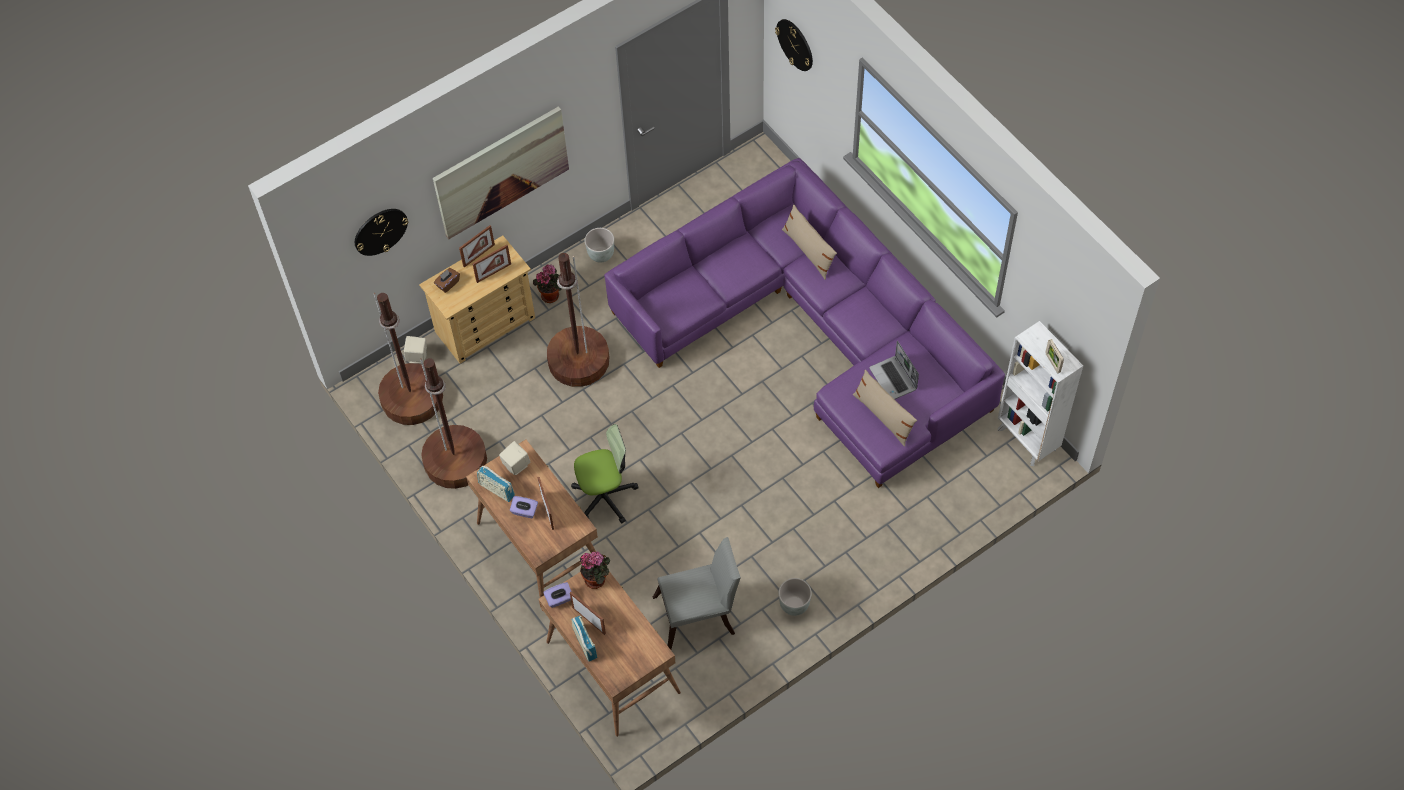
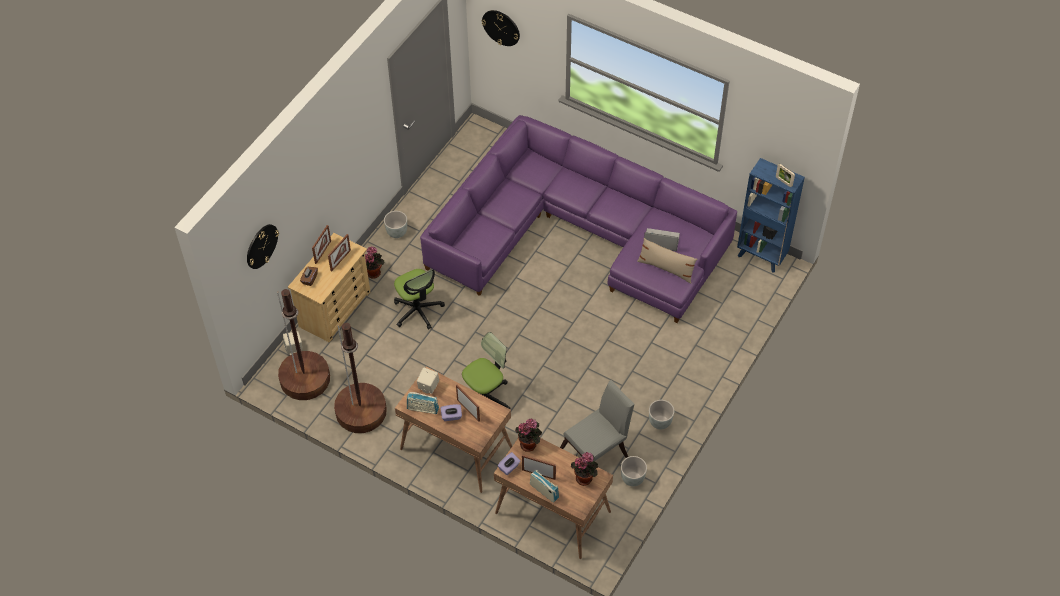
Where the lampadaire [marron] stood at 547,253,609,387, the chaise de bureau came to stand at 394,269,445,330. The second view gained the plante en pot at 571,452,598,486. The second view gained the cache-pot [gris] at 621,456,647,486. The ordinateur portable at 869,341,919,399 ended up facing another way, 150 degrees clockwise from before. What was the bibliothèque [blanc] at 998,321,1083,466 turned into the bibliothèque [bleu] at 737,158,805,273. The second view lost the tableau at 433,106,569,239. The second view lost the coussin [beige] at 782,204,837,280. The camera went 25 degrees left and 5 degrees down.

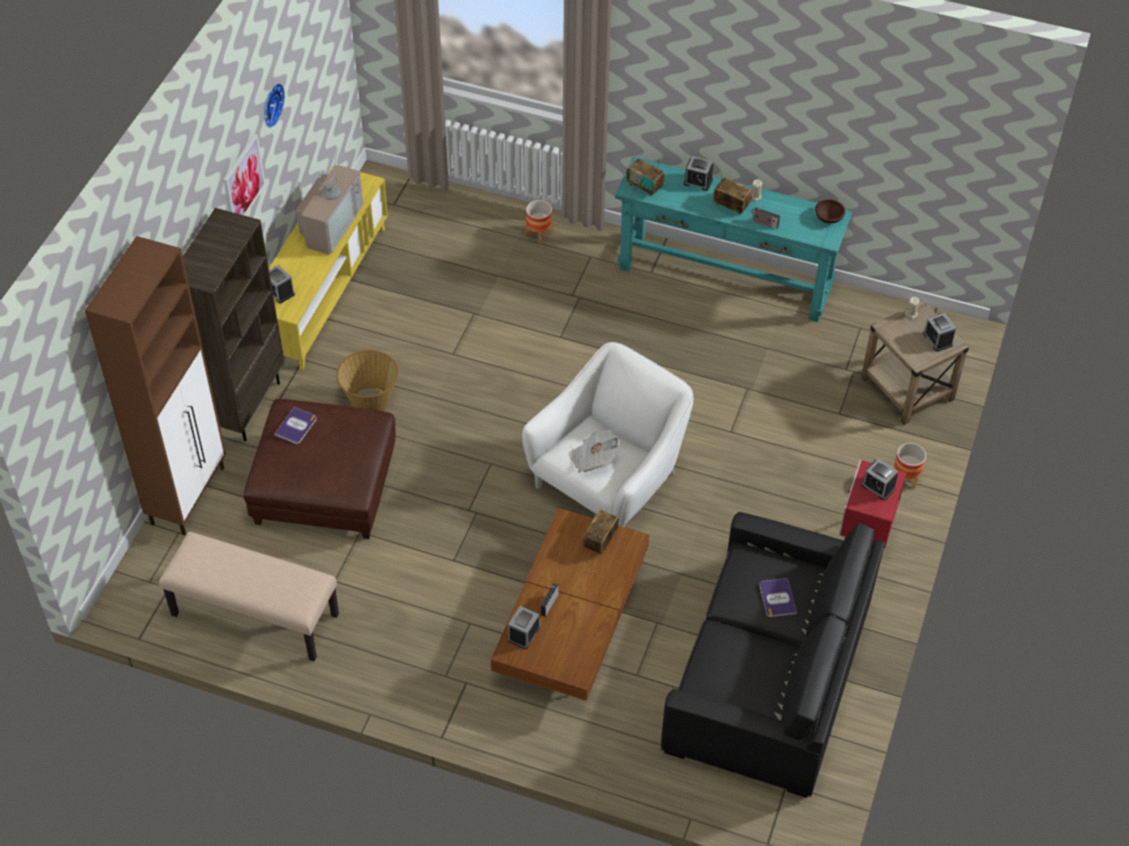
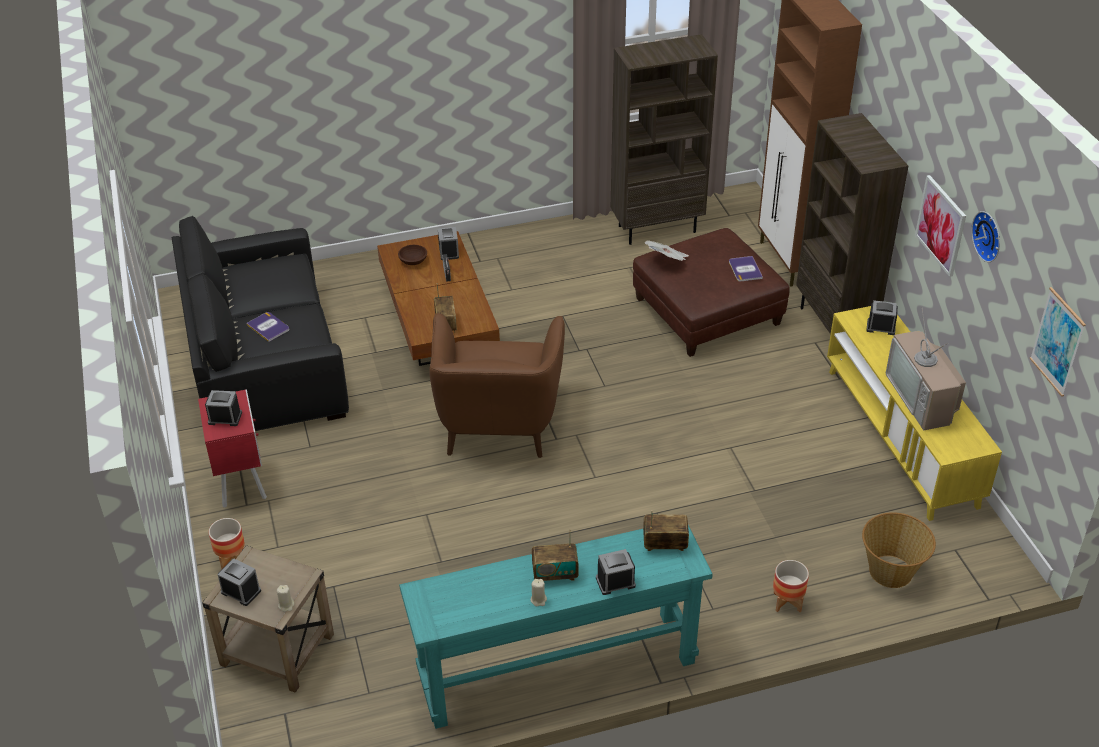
The bol [marron] ended up elsewhere, having gone from 815,200,846,224 to 398,245,427,265. What was the fauteuil [blanc] at 522,342,693,527 turned into the fauteuil [marron] at 429,313,565,458. Where the banc [beige] stood at 159,532,339,661, the bibliothèque [marron] came to stand at 611,34,718,245. The journal ended up elsewhere, having gone from 568,430,620,473 to 645,240,689,261. The panier ended up elsewhere, having gone from 336,350,399,411 to 862,512,936,588. The second view gained the tableau at 1030,287,1086,397. The second view lost the radio at 752,205,780,229. The camera went 145 degrees right and 10 degrees down.

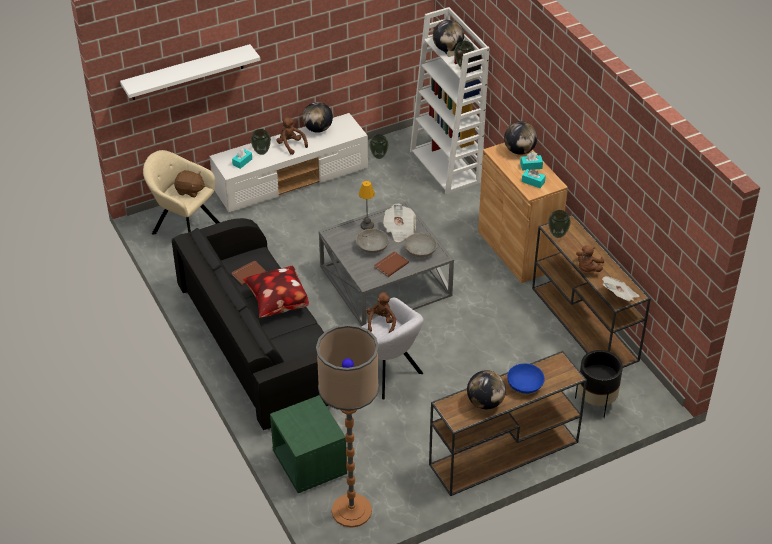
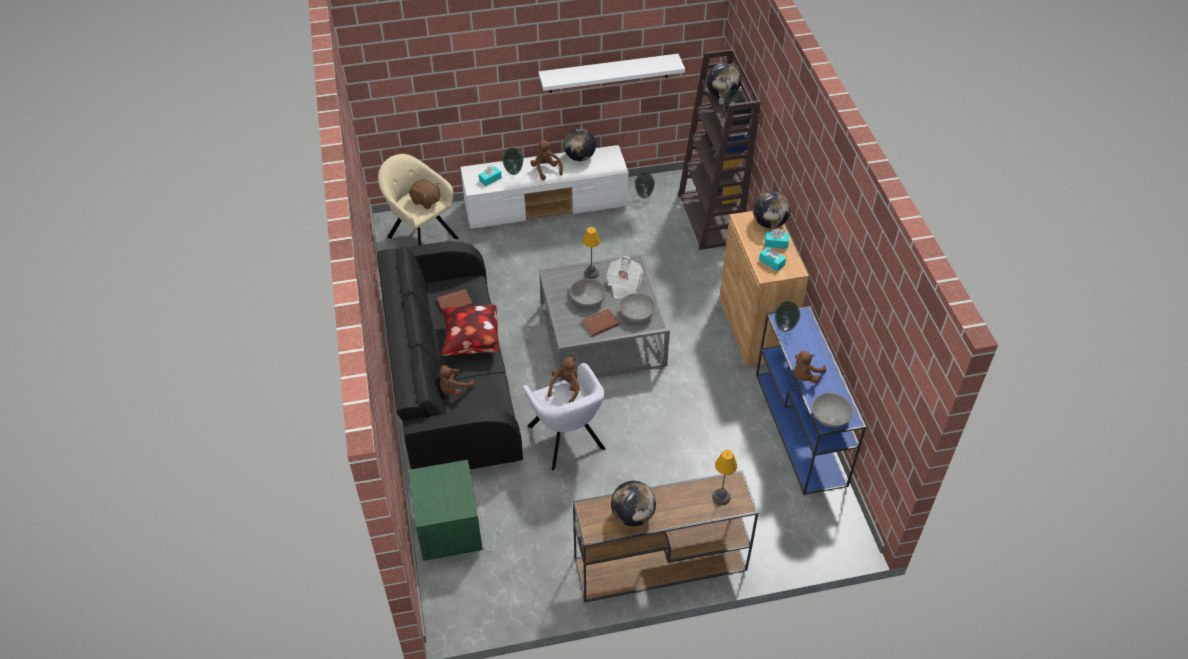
The second view gained the peluche [marron] at 438,365,475,396. The étagère [blanc] ended up elsewhere, having gone from 120,44,260,100 to 539,54,685,93. What was the bibliothèque [blanc] at 410,7,489,194 turned into the bibliothèque [marron] at 678,49,761,250. The second view gained the lampe de table at 712,450,737,505. What was the table console [marron] at 532,214,651,368 turned into the table console [bleu] at 756,306,866,495. Where the journal stood at 602,276,639,301, the bol [gris] came to stand at 812,393,853,427. The second view lost the lampadaire at 316,324,379,528. The second view lost the bol [bleu] at 507,363,545,394. The second view lost the cache-pot [noir] at 575,350,623,418. The camera went 15 degrees right and 5 degrees up.

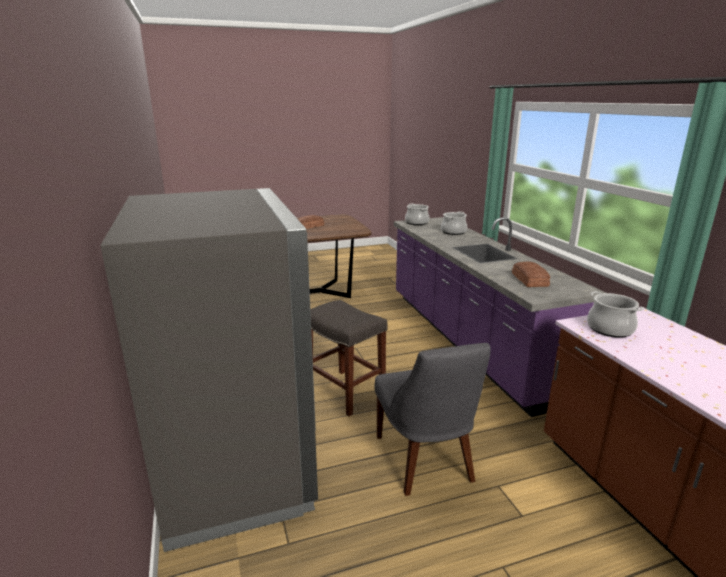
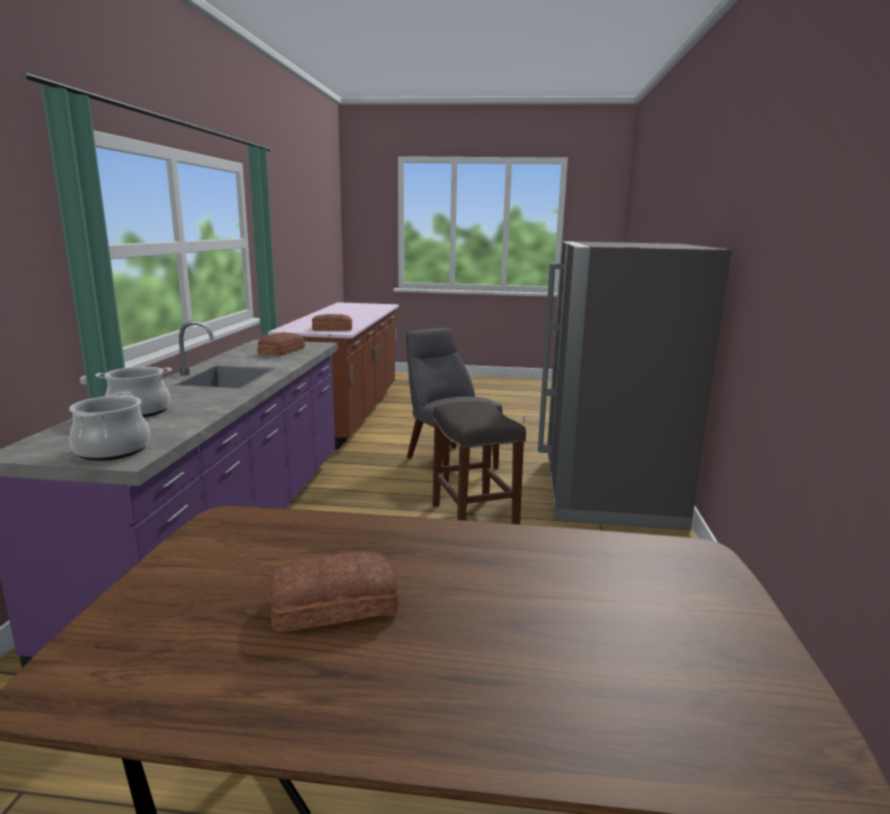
Where the marmite stood at 587,291,644,338, the pain came to stand at 312,314,352,331. The chaise [gris] at 375,343,491,496 ended up facing another way, 45 degrees counterclockwise from before. The camera went 155 degrees left and 5 degrees down.

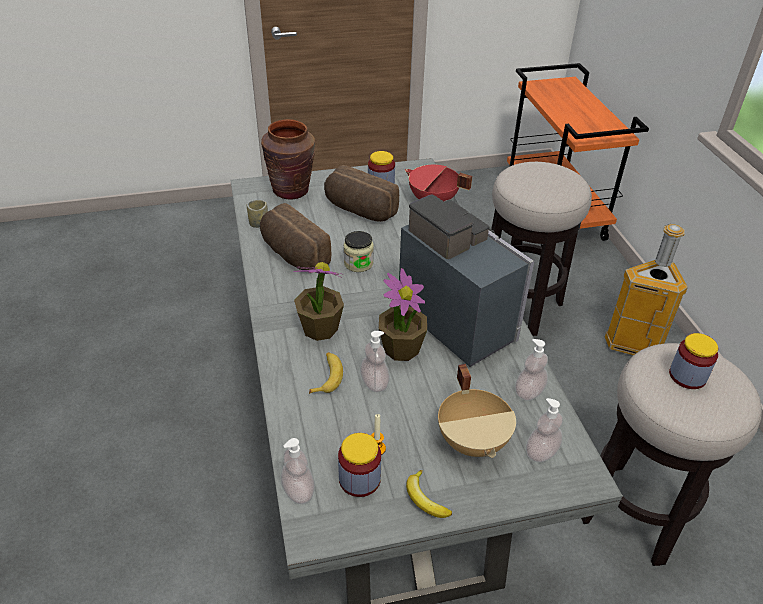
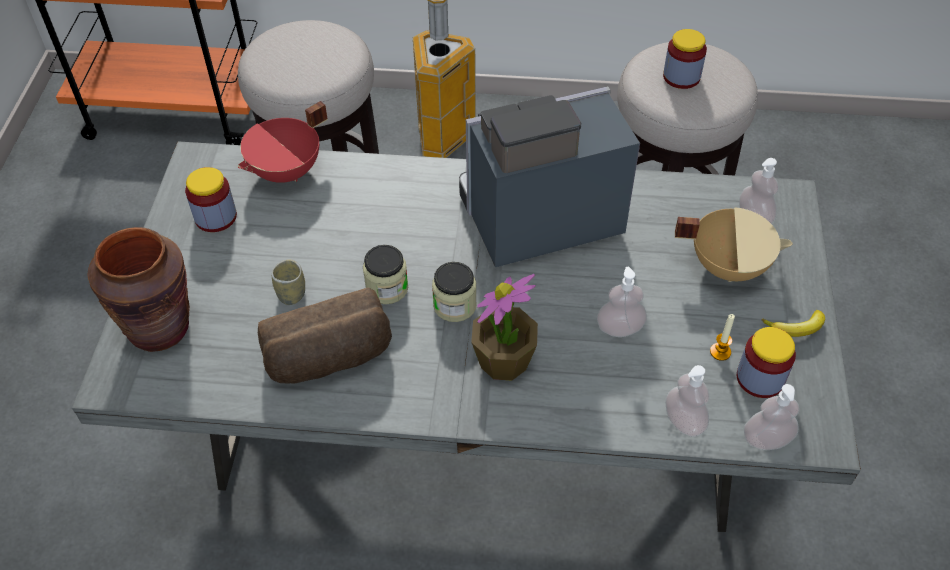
The tasse ended up elsewhere, having gone from 247,200,268,228 to 272,259,305,305. The second view gained the bocal at 432,262,477,322. The distributeur de savon ended up elsewhere, having gone from 515,339,548,401 to 665,365,709,437. The second view lost the banane at 309,352,343,394. The second view lost the pain at 324,165,399,222. The second view lost the plante en pot at 379,268,427,361. The camera went 70 degrees left and 10 degrees up.

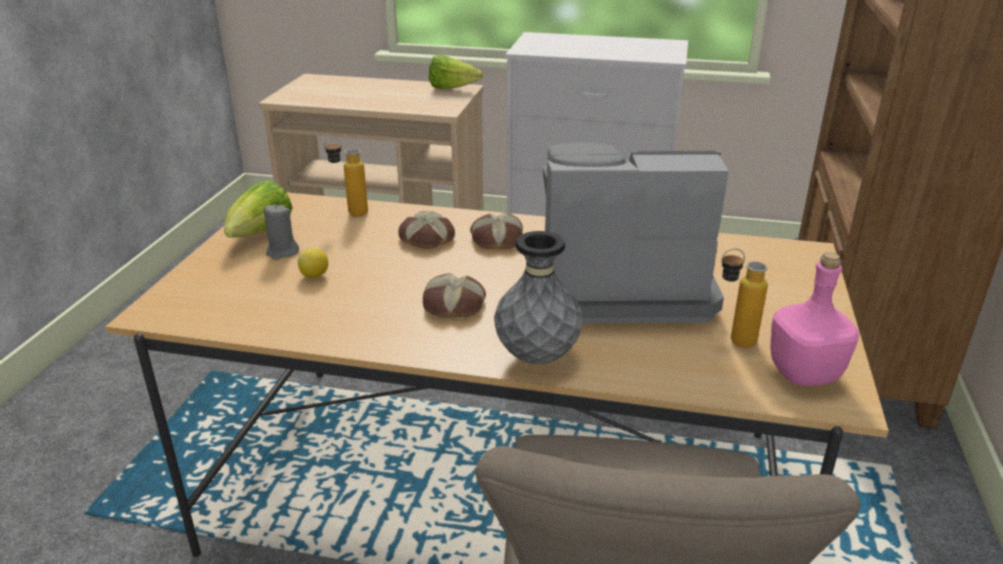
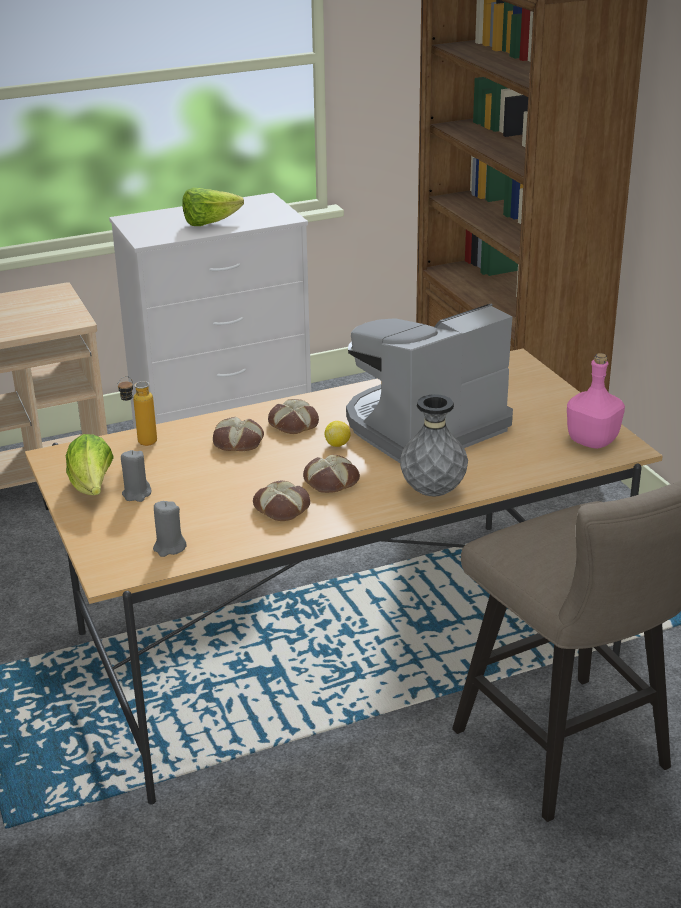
The second view gained the bougie [gris] at 153,501,187,557. The laitue ended up elsewhere, having gone from 429,55,484,89 to 182,188,244,226. The second view gained the pain at 253,481,310,521. The citron ended up elsewhere, having gone from 298,248,328,278 to 324,421,351,447. The second view lost the bouteille at 721,248,768,348. The camera went 35 degrees left and 0 degrees up.

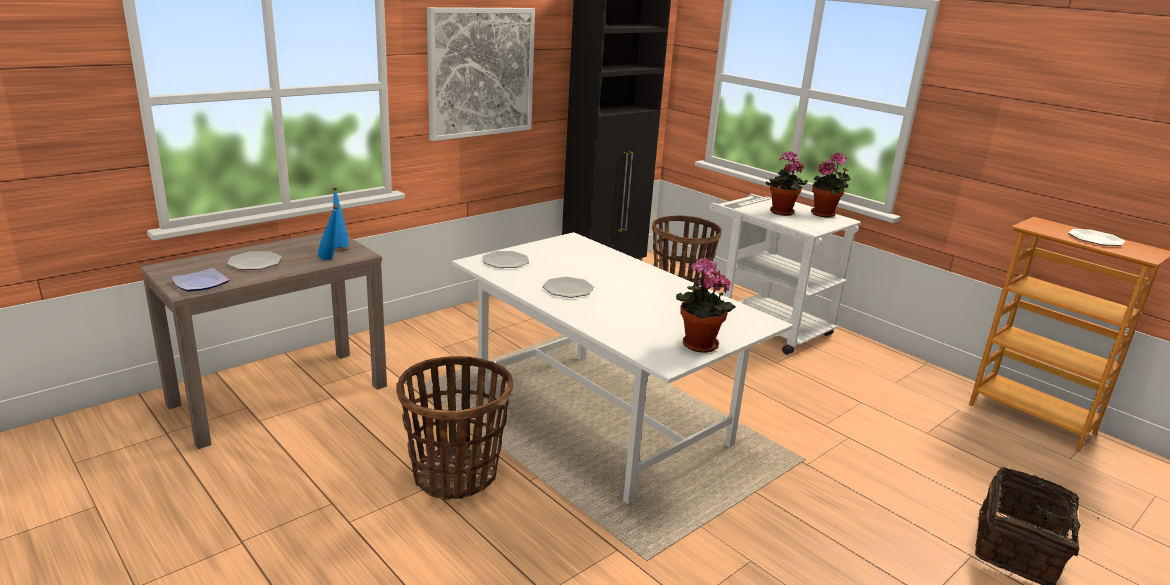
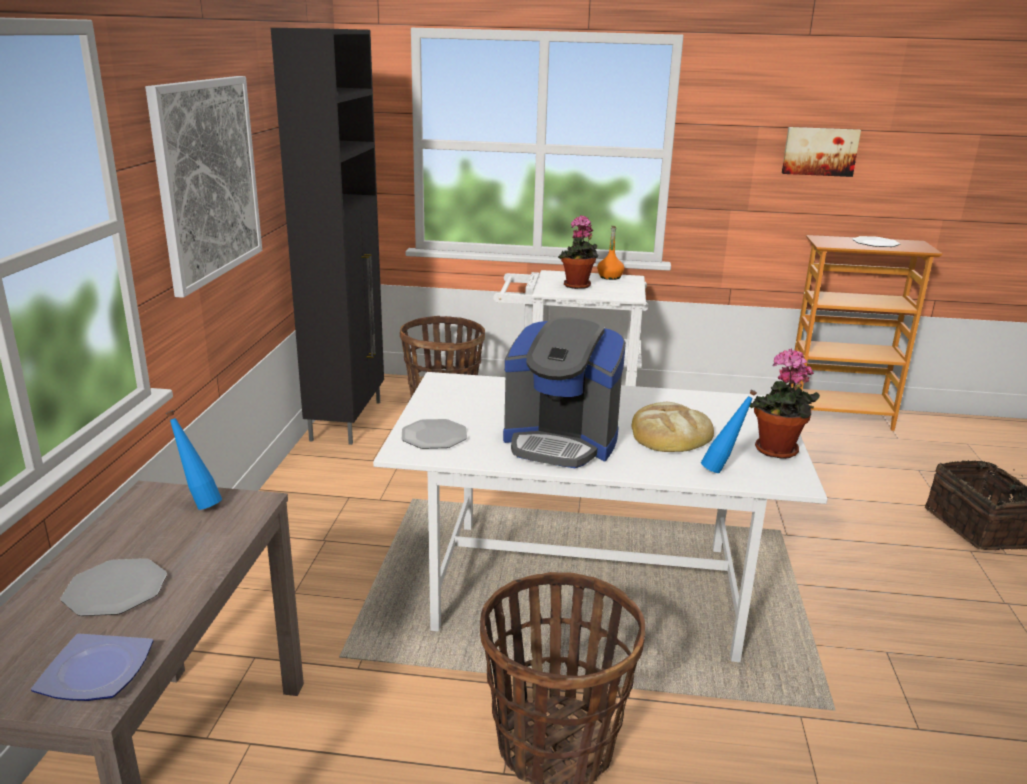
Where the assiette stood at 542,277,594,298, the machine à café came to stand at 503,317,626,468. Where the plante en pot stood at 811,153,851,218, the bouteille [orange] came to stand at 597,226,624,280. The second view gained the pain at 632,402,714,452. The bouteille [bleu] ended up elsewhere, having gone from 318,205,338,260 to 701,390,757,473. The second view gained the tableau at 782,127,861,177. The camera went 40 degrees left and 0 degrees up.

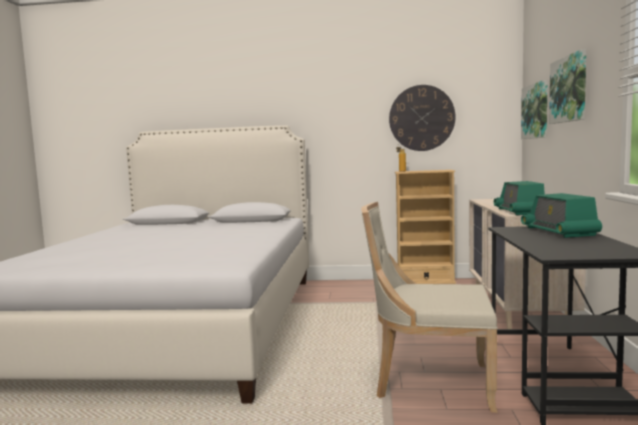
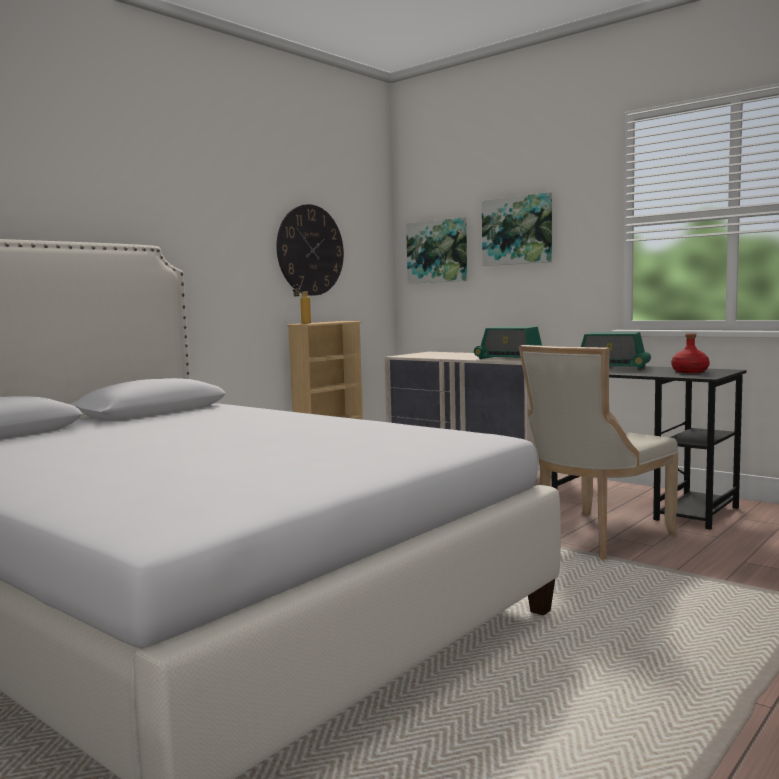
The second view gained the bouteille [rouge] at 671,334,710,373. The camera went 55 degrees left and 0 degrees up.

